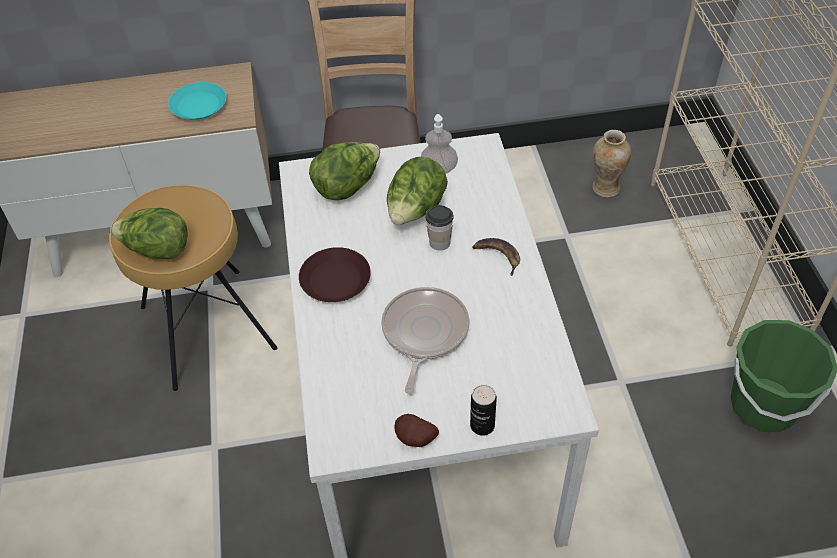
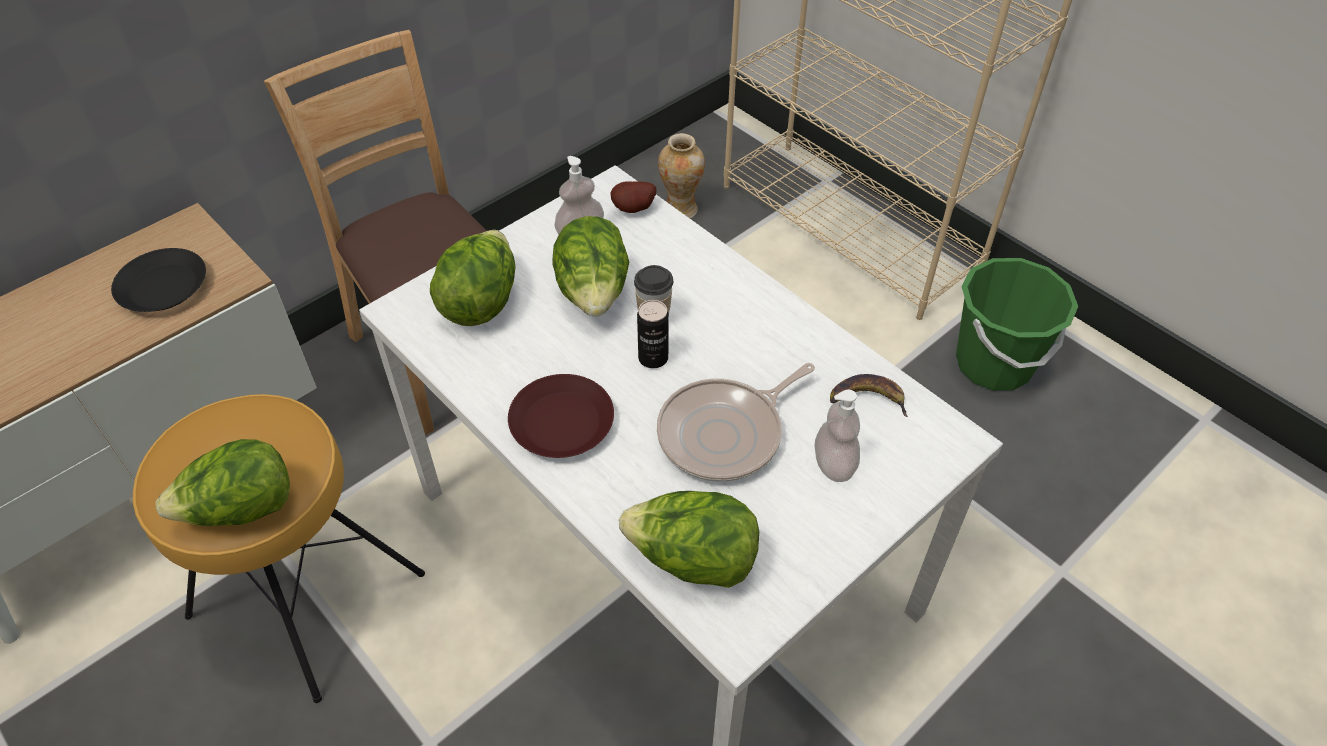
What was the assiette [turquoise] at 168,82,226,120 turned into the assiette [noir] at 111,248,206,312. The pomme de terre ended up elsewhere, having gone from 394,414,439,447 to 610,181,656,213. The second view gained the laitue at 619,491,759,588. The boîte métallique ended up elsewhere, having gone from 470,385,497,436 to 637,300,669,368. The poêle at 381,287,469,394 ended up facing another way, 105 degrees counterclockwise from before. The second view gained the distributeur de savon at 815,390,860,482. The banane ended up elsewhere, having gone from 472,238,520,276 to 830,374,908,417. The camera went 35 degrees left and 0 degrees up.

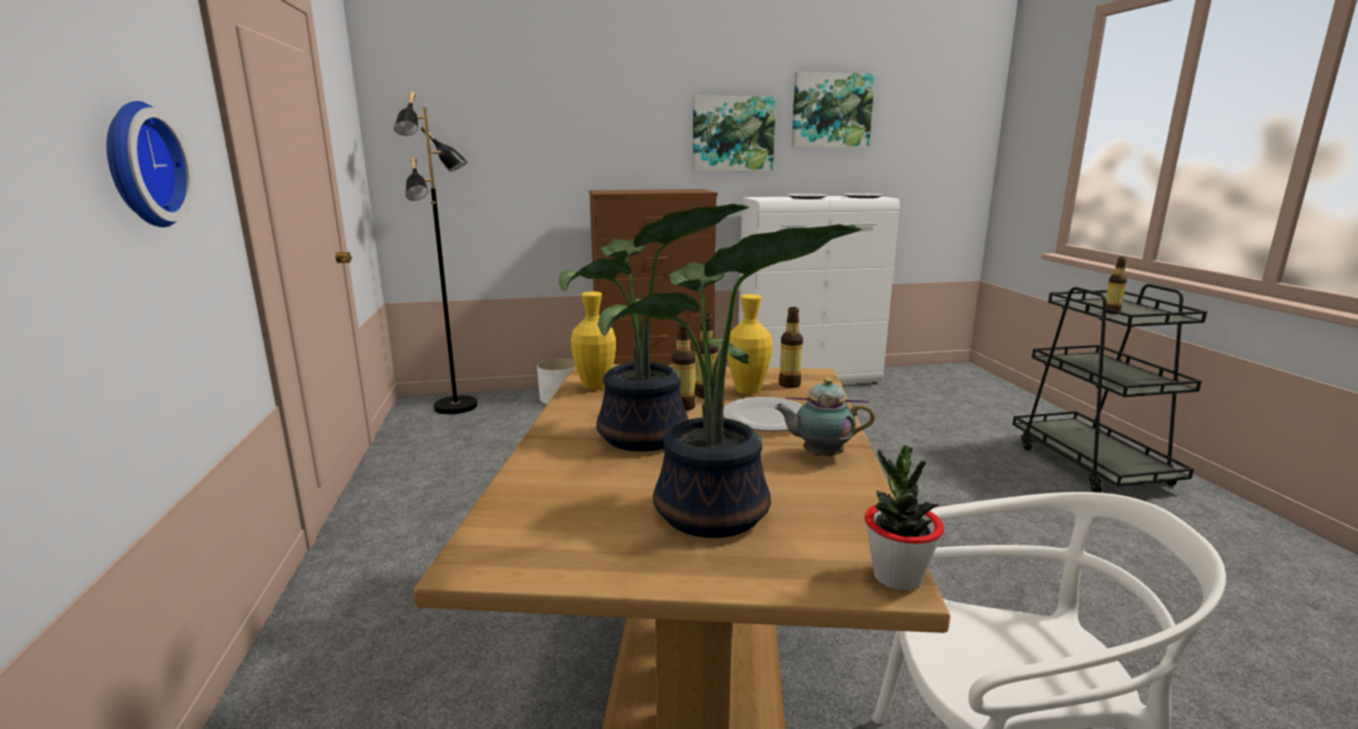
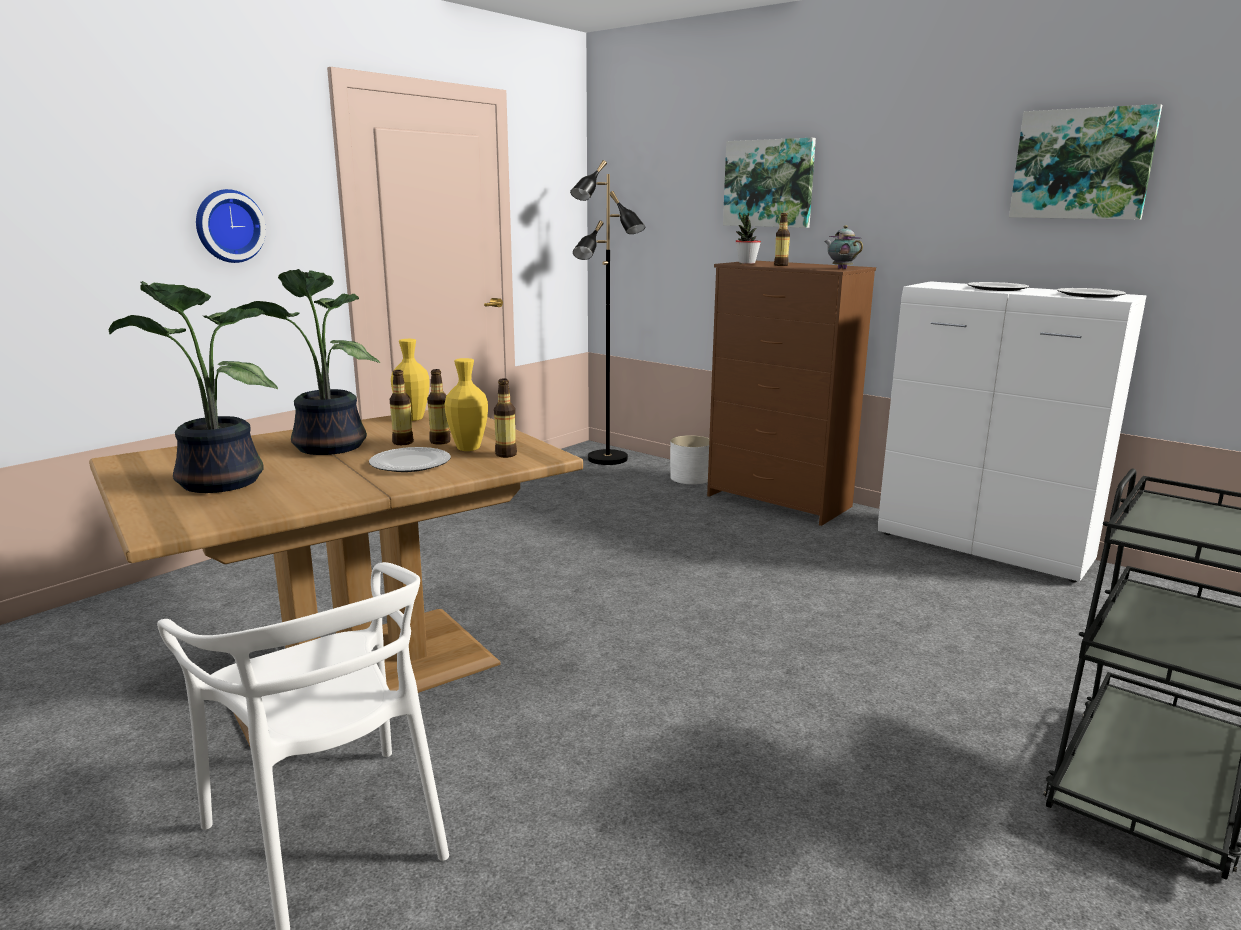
The tableau ended up elsewhere, having gone from 693,96,776,171 to 723,138,816,228. The plante en pot ended up elsewhere, having gone from 865,445,944,591 to 736,212,761,264. The bouteille ended up elsewhere, having gone from 1106,257,1127,314 to 774,213,790,266. The théière ended up elsewhere, having gone from 774,378,874,457 to 824,225,863,269. The camera went 50 degrees right and 0 degrees up.

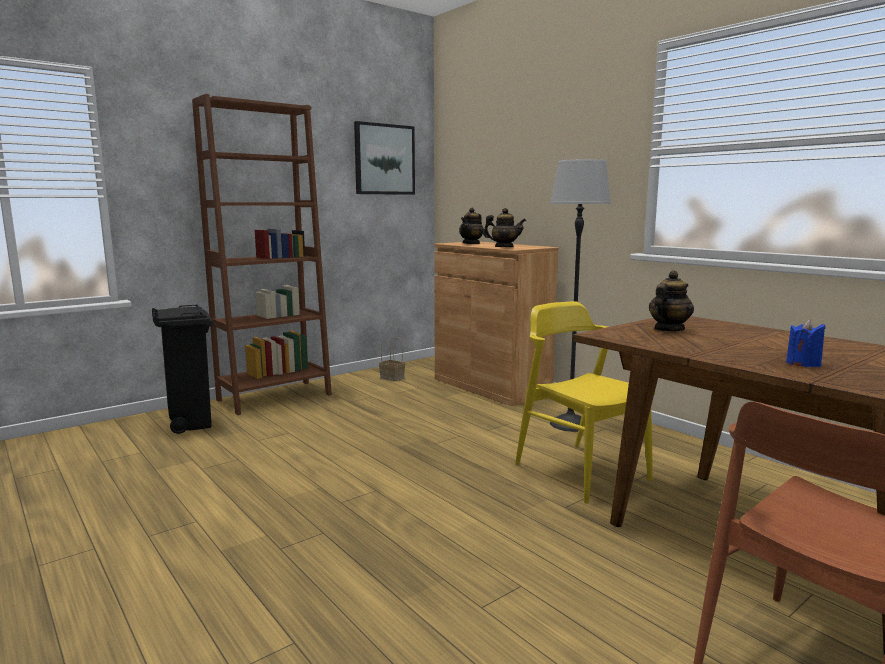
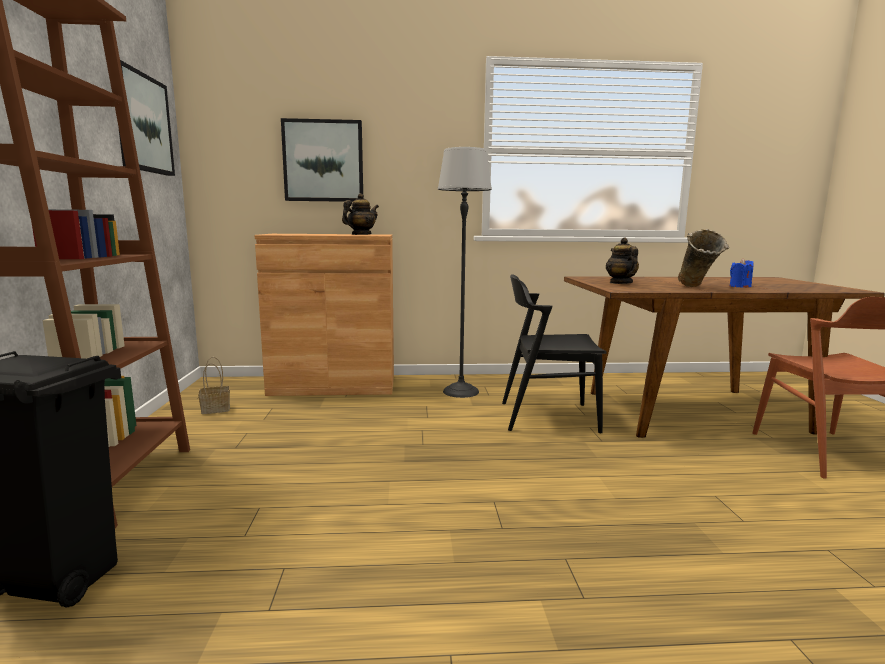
The second view gained the tableau at 281,118,363,202. What was the chaise [jaune] at 515,301,655,504 turned into the chaise [noir] at 502,274,607,433. The second view gained the vase [beige] at 678,229,729,287. The second view lost the théière at 459,208,484,244. The camera went 55 degrees left and 0 degrees up.

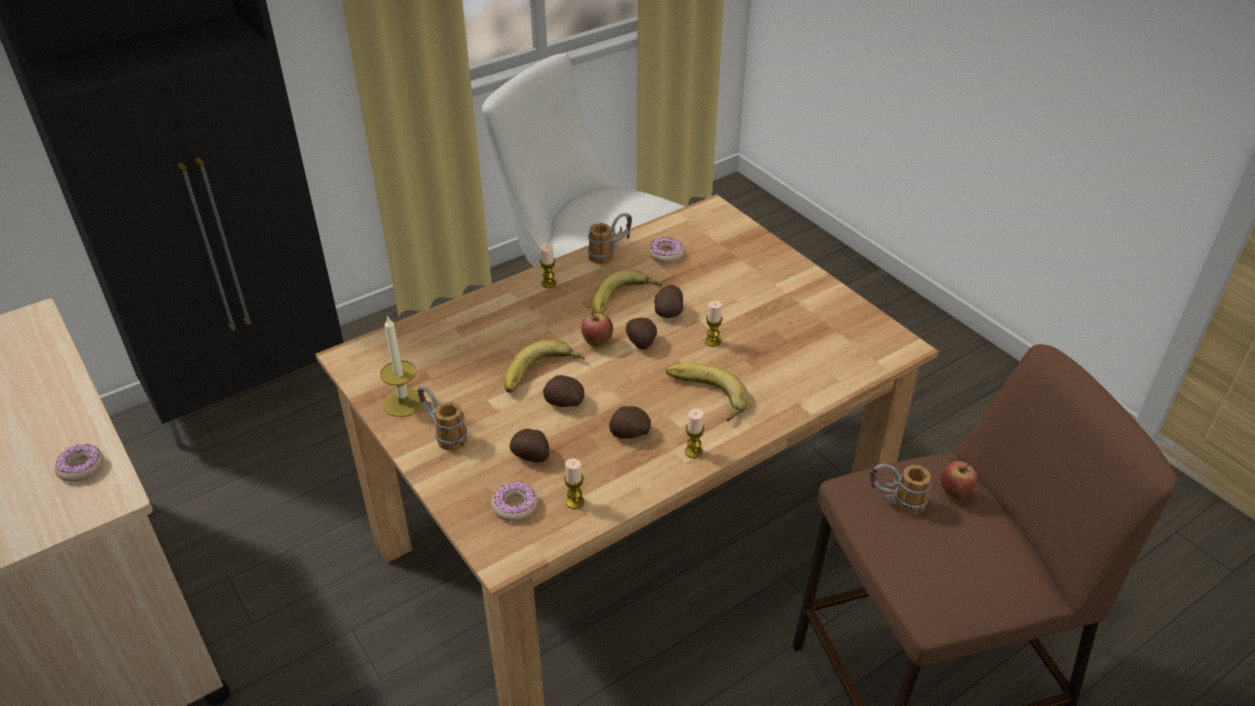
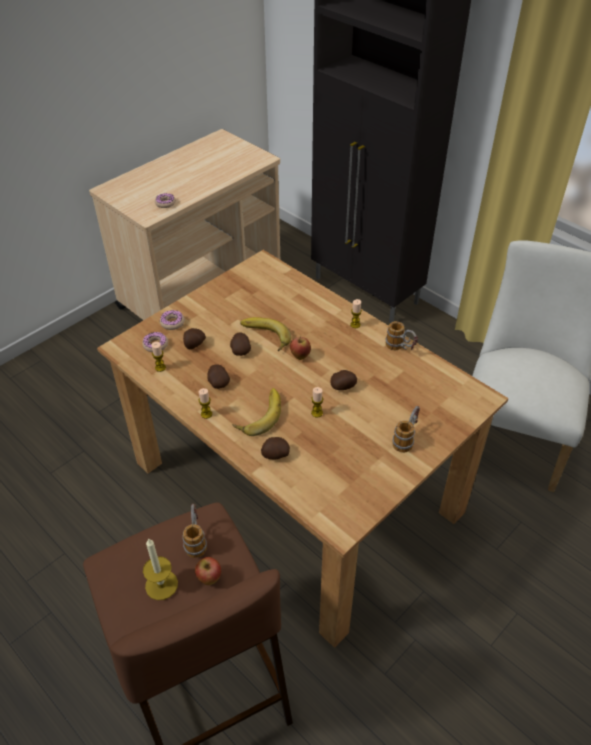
The bougie ended up elsewhere, having gone from 380,315,423,417 to 143,538,178,600. The beignet ended up elsewhere, having gone from 649,237,684,263 to 160,310,185,330. The pomme de terre ended up elsewhere, having gone from 626,318,657,350 to 261,437,290,459. The mug ended up elsewhere, having gone from 417,386,467,451 to 392,406,420,453. The second view lost the banane at 591,269,662,313. The camera went 80 degrees right and 5 degrees up.

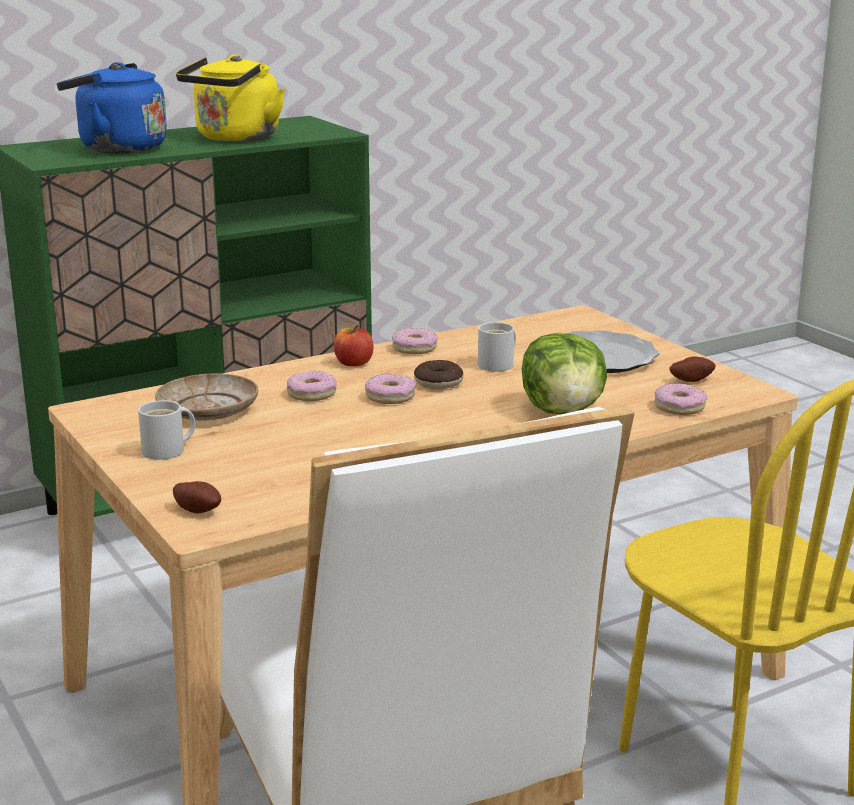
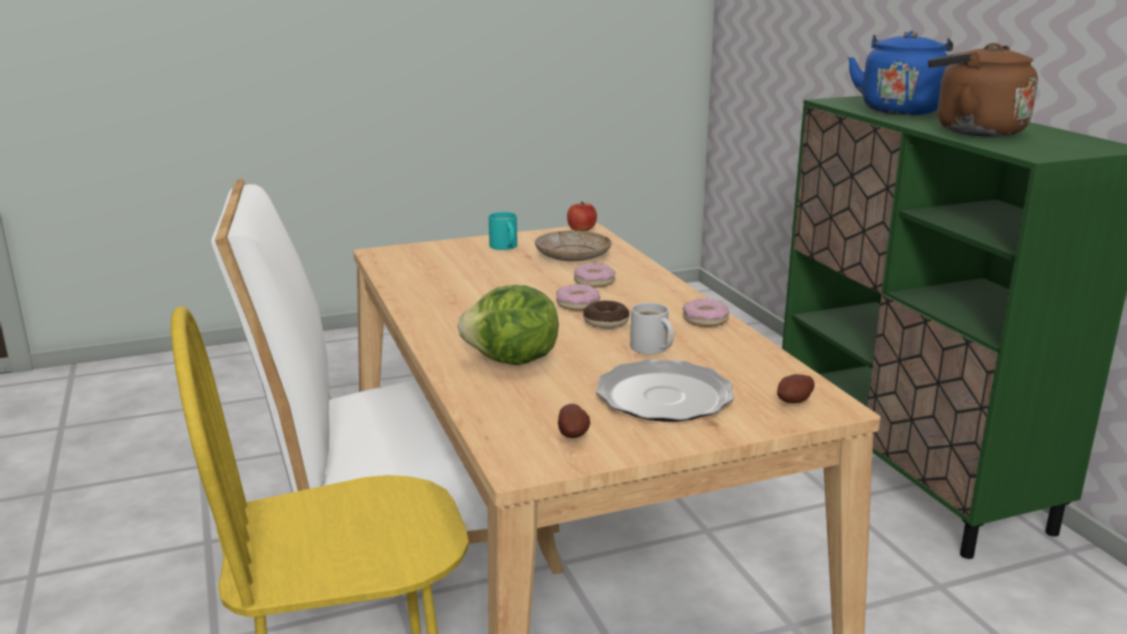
What was the mug [blanc] at 138,400,195,460 turned into the mug [turquoise] at 489,212,517,250. The pomme ended up elsewhere, having gone from 334,325,373,366 to 567,202,597,231. The pomme de terre ended up elsewhere, having gone from 173,481,221,513 to 777,374,815,403. What was the bouilloire [jaune] at 176,54,285,142 turned into the bouilloire [marron] at 928,43,1038,137. The second view lost the beignet at 654,383,707,415. The camera went 100 degrees right and 0 degrees up.

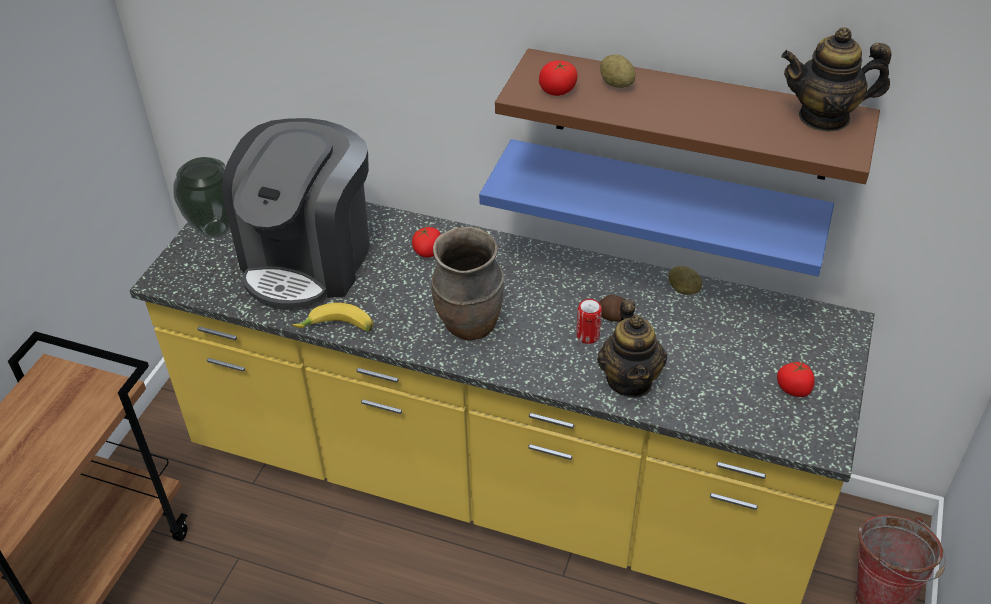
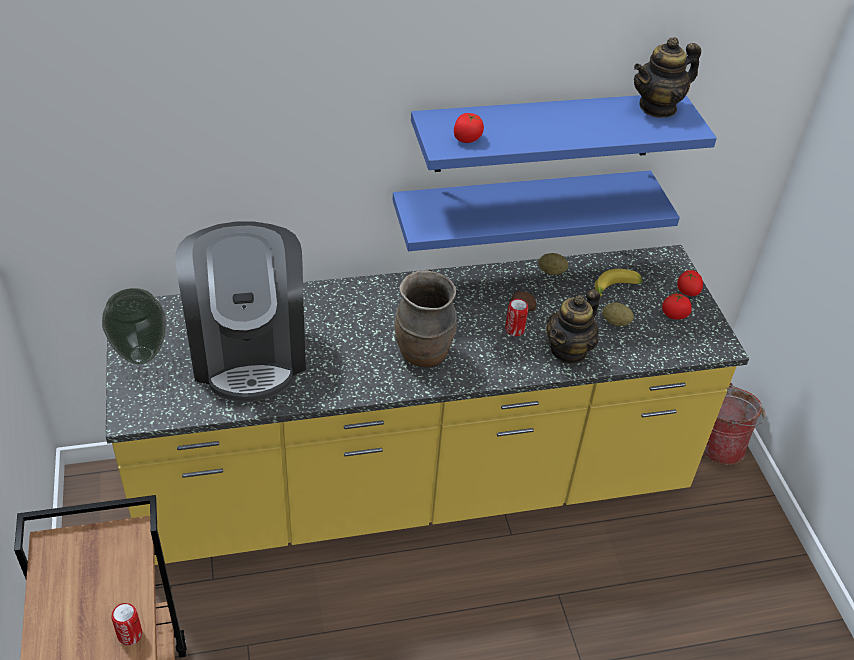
The second view gained the boîte métallique at 111,603,142,645. What was the étagère [marron] at 495,48,880,184 turned into the étagère [bleu] at 411,95,717,172. The théière at 597,300,667,398 ended up facing another way, 75 degrees clockwise from before. The banane ended up elsewhere, having gone from 292,303,373,332 to 595,269,642,297. The pomme de terre ended up elsewhere, having gone from 600,55,636,88 to 602,302,634,326. The tomate ended up elsewhere, having gone from 412,227,441,258 to 677,270,703,296. The camera went 35 degrees left and 0 degrees up.

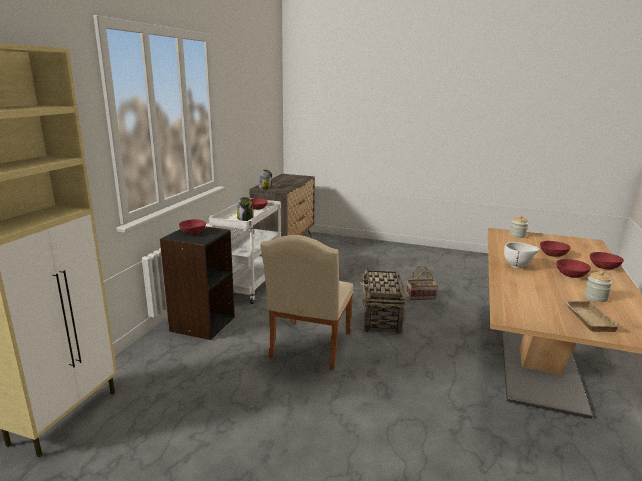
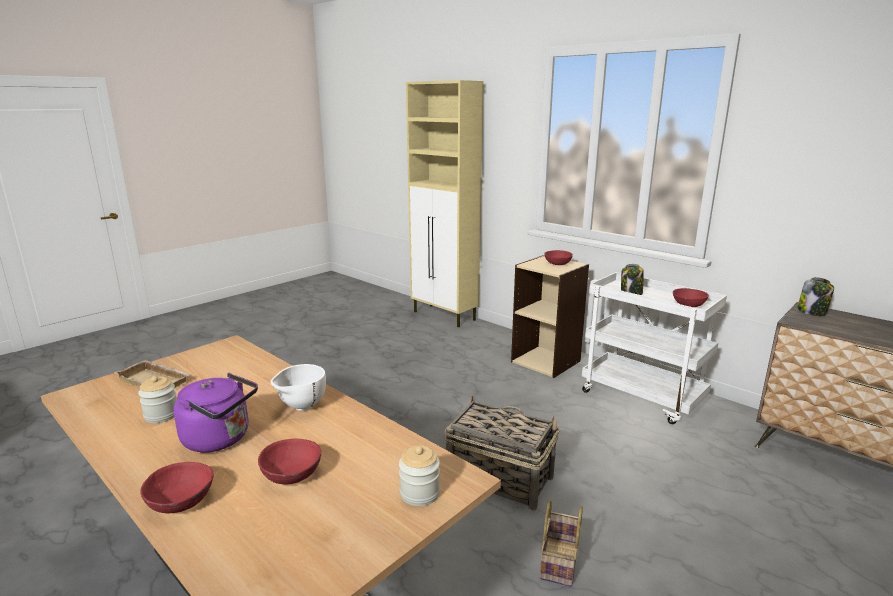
Where the bol [rouge] stood at 556,259,591,278, the bouilloire [violet] came to stand at 174,373,258,452. What was the bibliothèque [noir] at 160,227,235,340 turned into the bibliothèque [beige] at 511,255,589,378. The second view lost the chaise [beige] at 260,235,354,370. The camera went 115 degrees right and 0 degrees up.

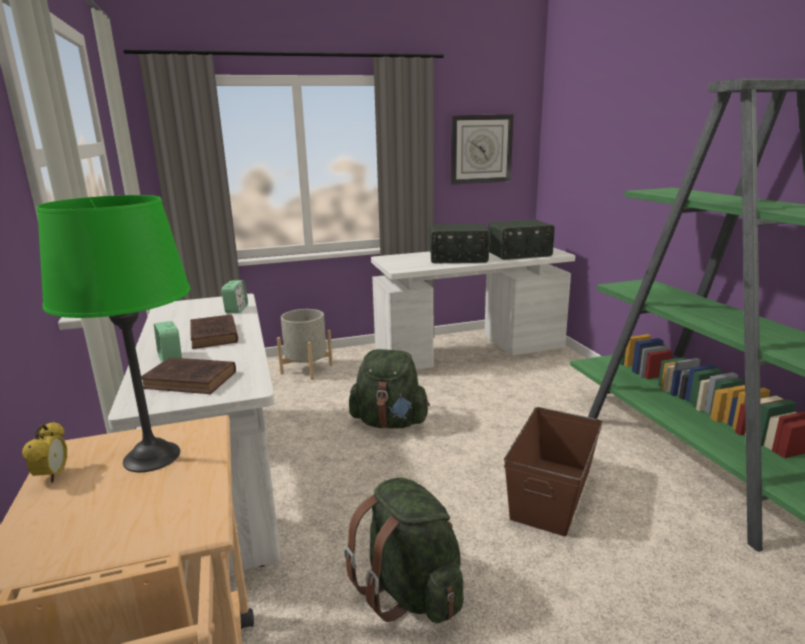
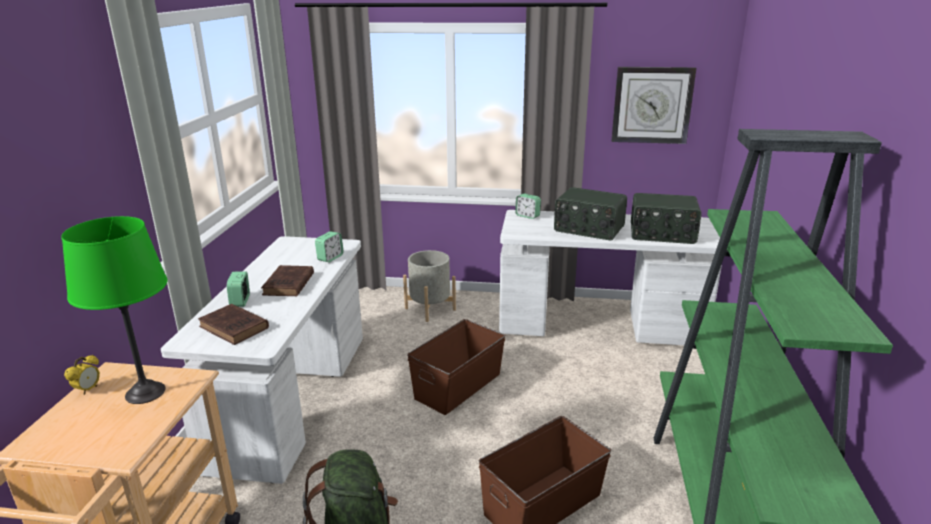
Where the sac à dos [vert] stood at 349,349,430,429, the boîte de rangement [marron] came to stand at 407,319,506,415. The second view gained the réveil at 515,194,541,219. The camera went 25 degrees right and 5 degrees up.

